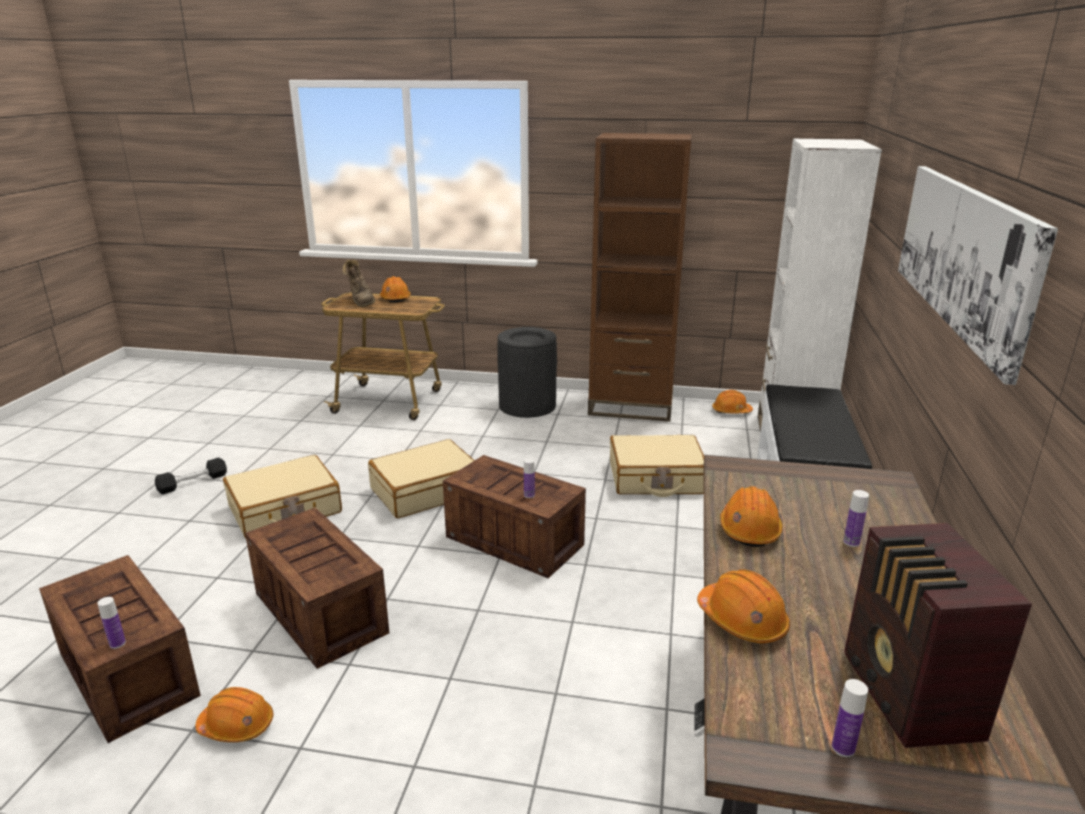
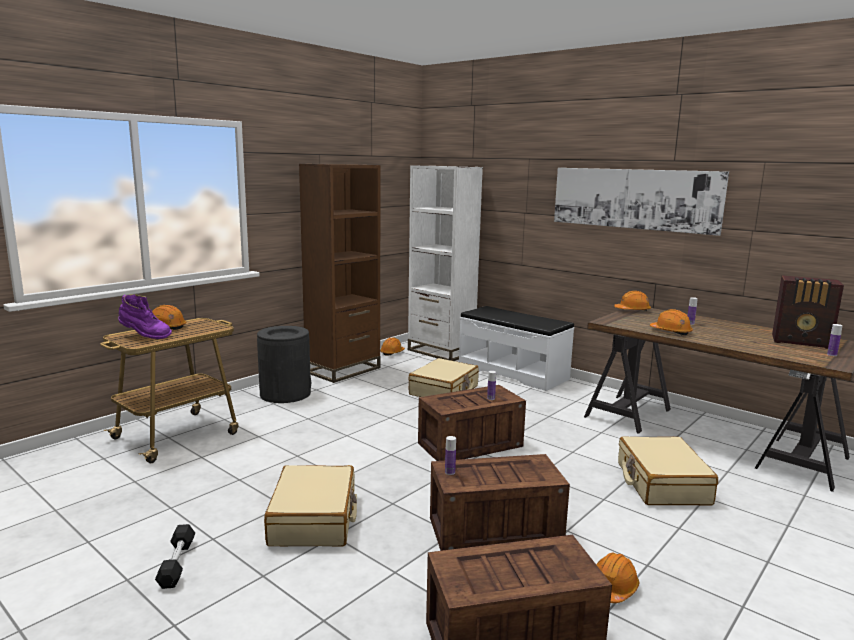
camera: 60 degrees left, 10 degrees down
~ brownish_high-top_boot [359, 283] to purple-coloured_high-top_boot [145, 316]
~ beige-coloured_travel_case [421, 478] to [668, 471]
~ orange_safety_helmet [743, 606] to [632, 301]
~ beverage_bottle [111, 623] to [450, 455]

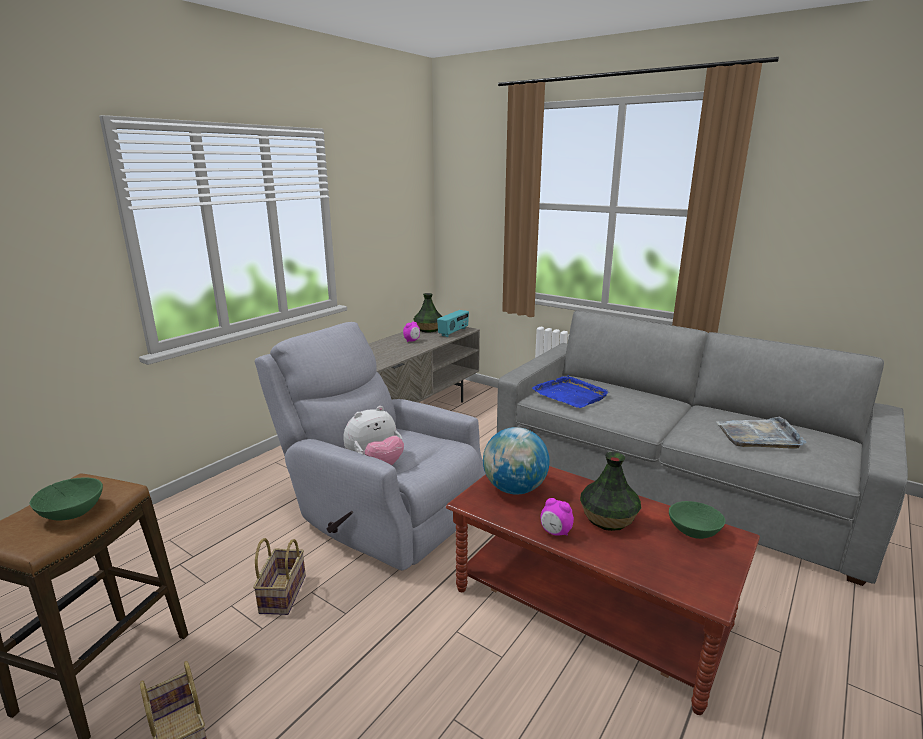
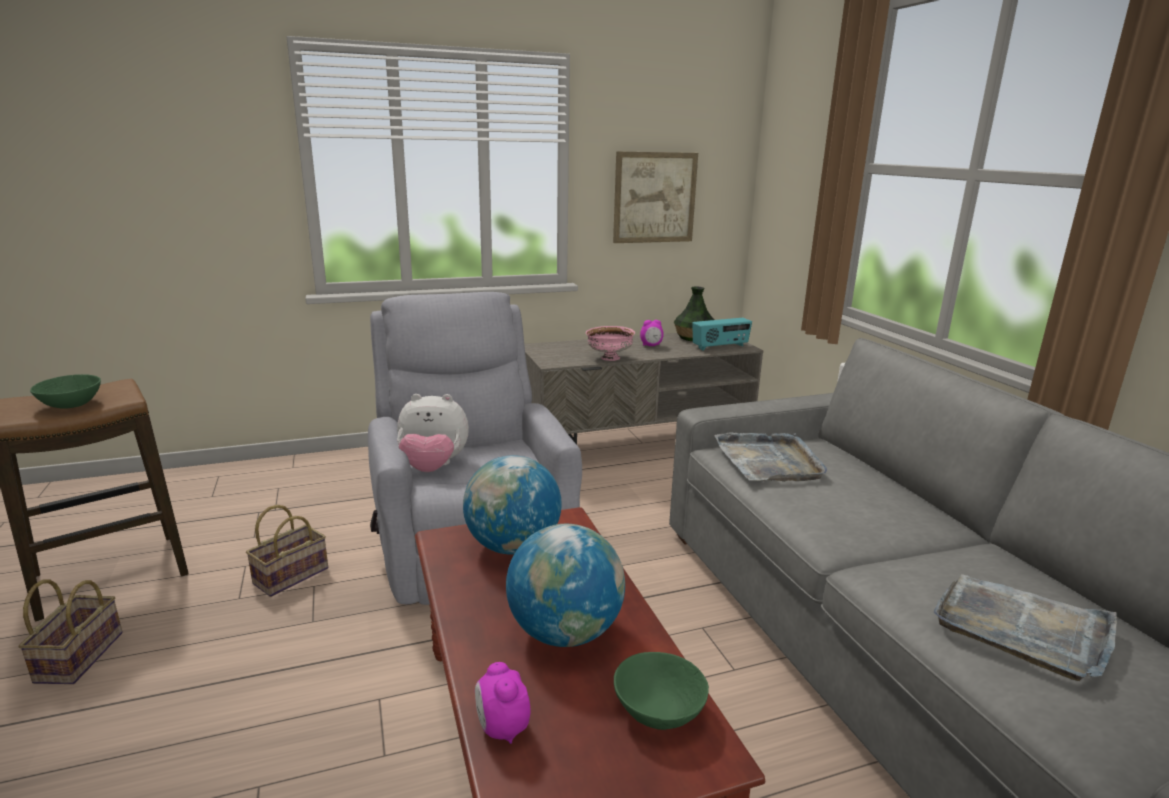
camera: 35 degrees right, 0 degrees up
~ blue-coloured_serving_tray [570, 391] to grey_serving_tray [771, 457]
~ decorative_vase [610, 491] to globe [565, 585]
~ table_clock [557, 517] to [502, 703]
+ wall_picture [655, 197]
+ pink_serving_bowl [610, 343]

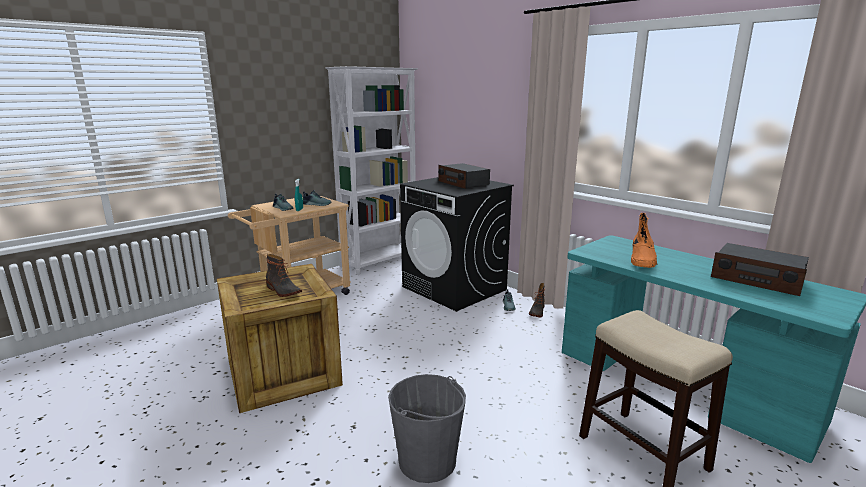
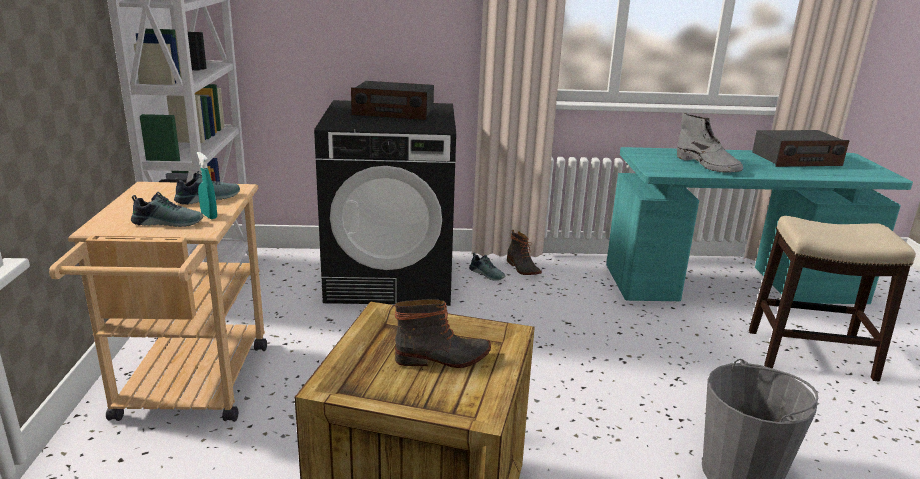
camera: 50 degrees left, 5 degrees up
~ orange_high-top_boot [644, 240] to grey_high-top_boot [710, 143]

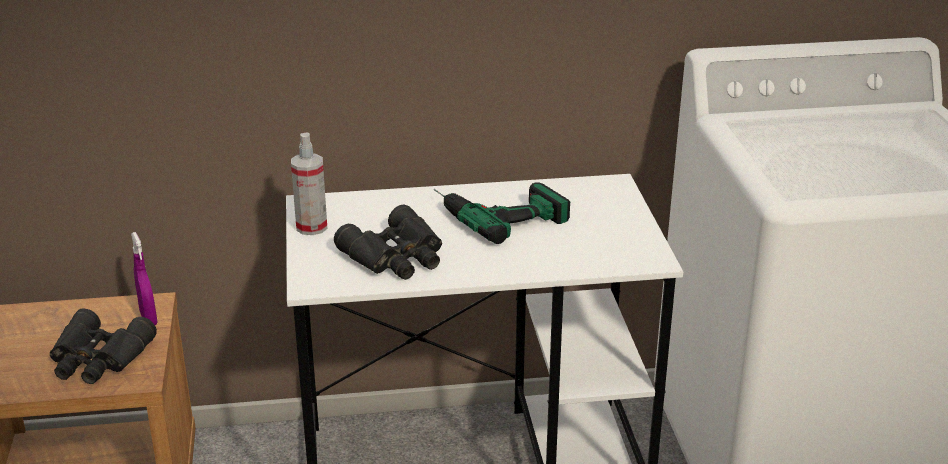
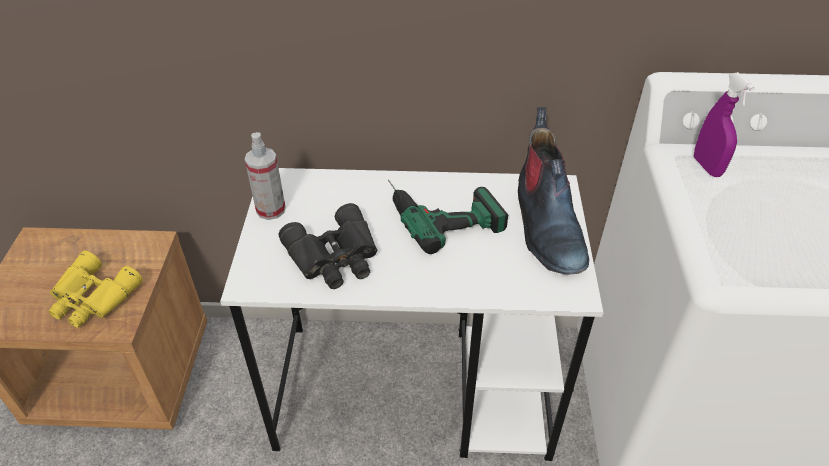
camera: 10 degrees right, 15 degrees up
~ purple-coloured_hand_sprayer [144, 278] to [724, 124]
~ blackish_field_glasses [103, 346] to yellowish_field_glasses [95, 289]
+ high-top_boot [553, 191]

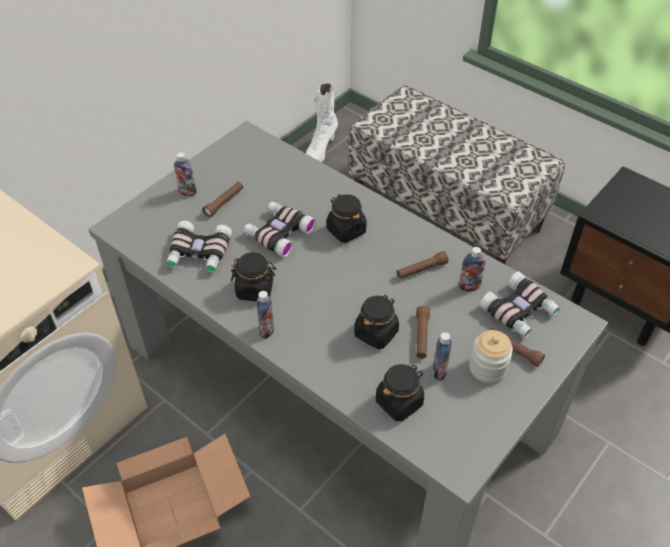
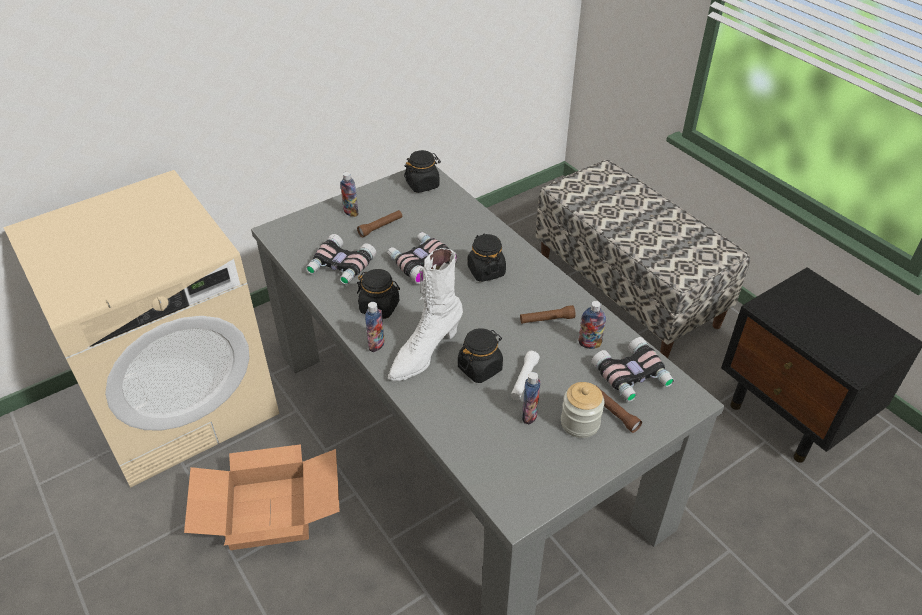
camera: 15 degrees right, 5 degrees down
~ whitish_high-top_boot [322, 122] to [425, 314]
~ brownish_flashlight [423, 332] to whitish_flashlight [525, 375]
~ blackish_preserve_jar [400, 392] to [422, 171]

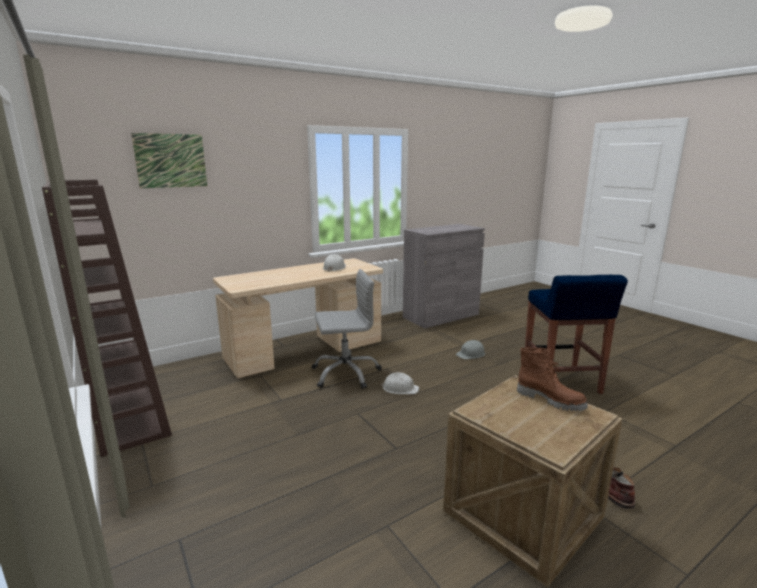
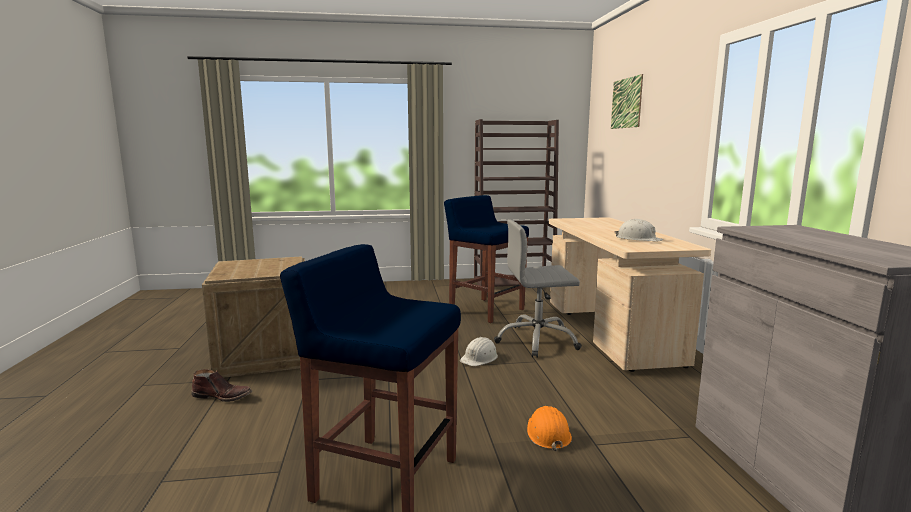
camera: 115 degrees right, 5 degrees down
~ grey_office_chair [347, 329] = [538, 288] 75 degrees clockwise
~ grey_safety_helmet [470, 349] to orange_safety_helmet [549, 429]
- brownish_high-top_boot [552, 379]
+ blue-coloured_stool [486, 259]

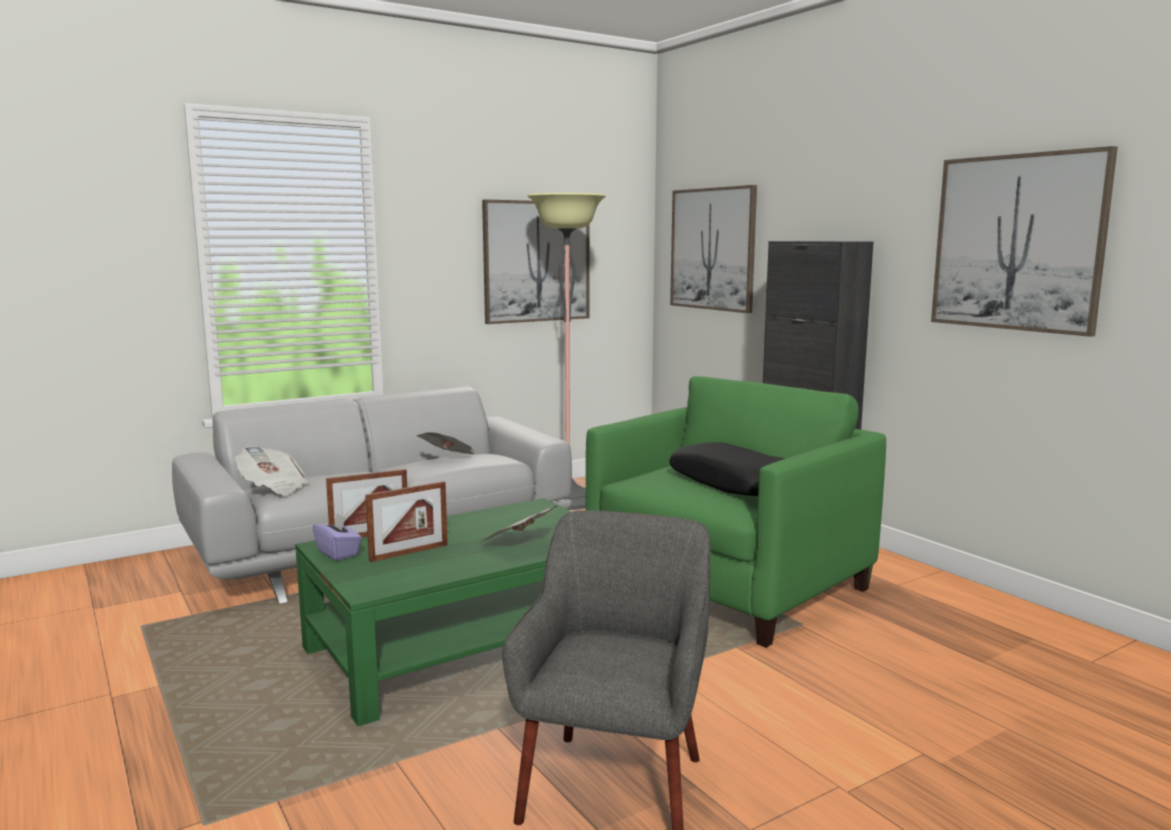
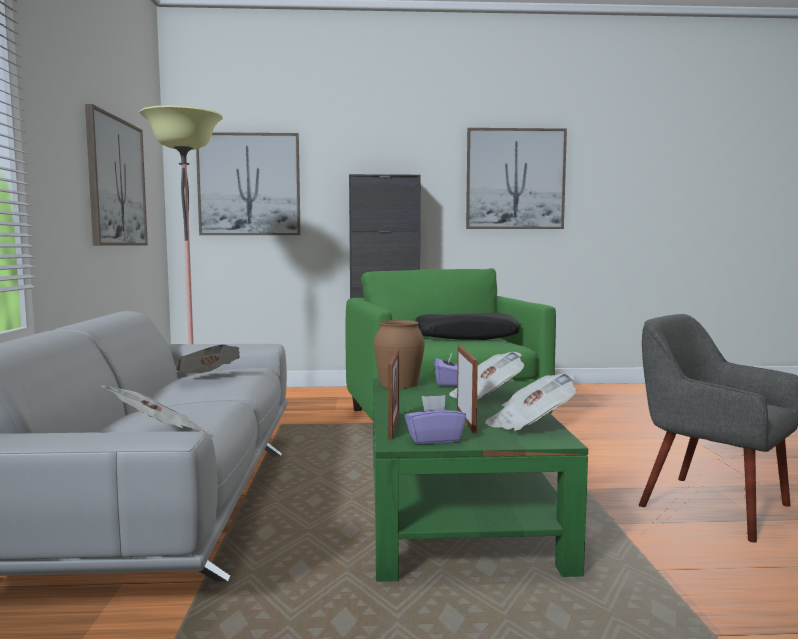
camera: 60 degrees left, 5 degrees down
+ brownish_decorative_vase [399, 354]
+ purple-coloured_tissue_box [445, 369]
+ newspaper [531, 402]

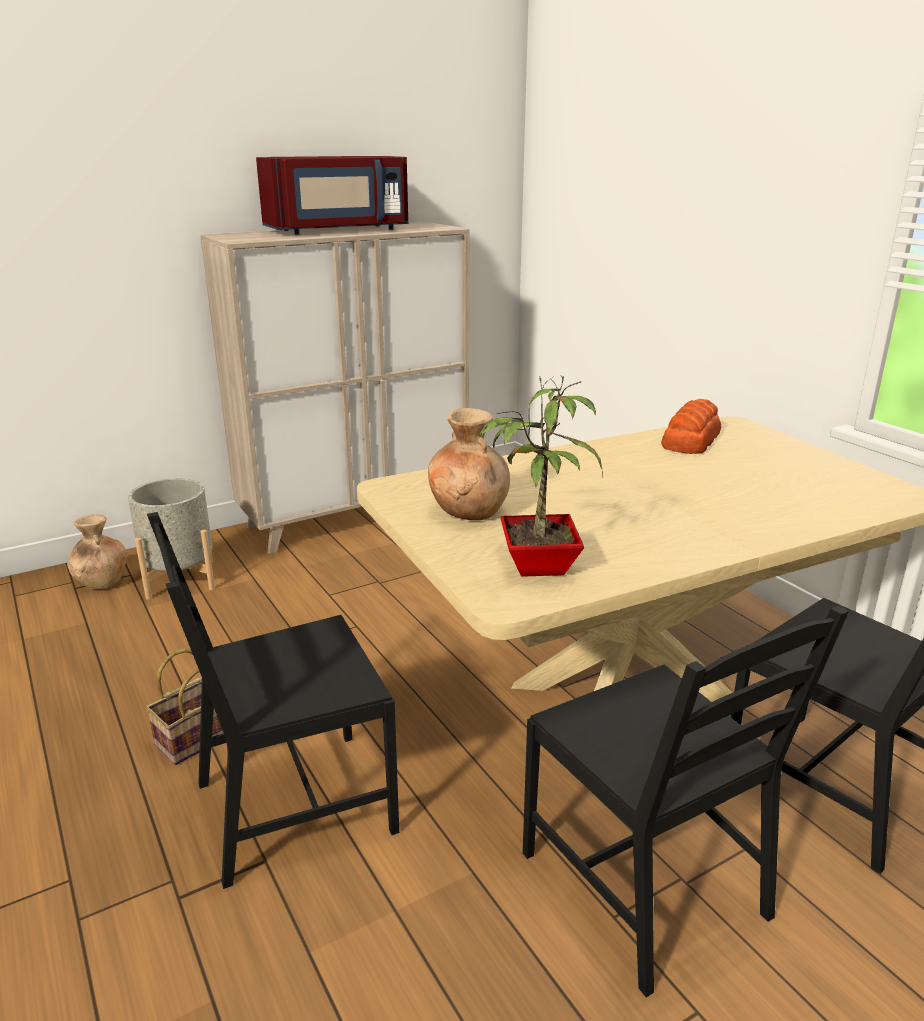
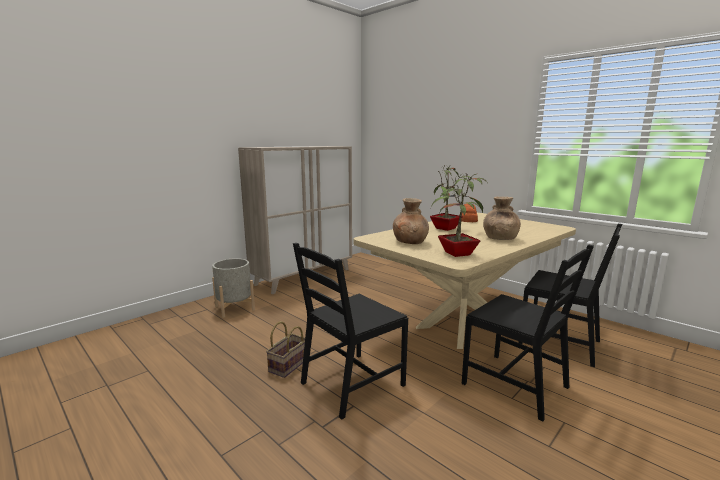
camera: 15 degrees left, 10 degrees down
- reddish_kitchen_microwave [332, 195]
~ brownish_decorative_vase [97, 552] to [502, 218]
+ houseplant [450, 198]

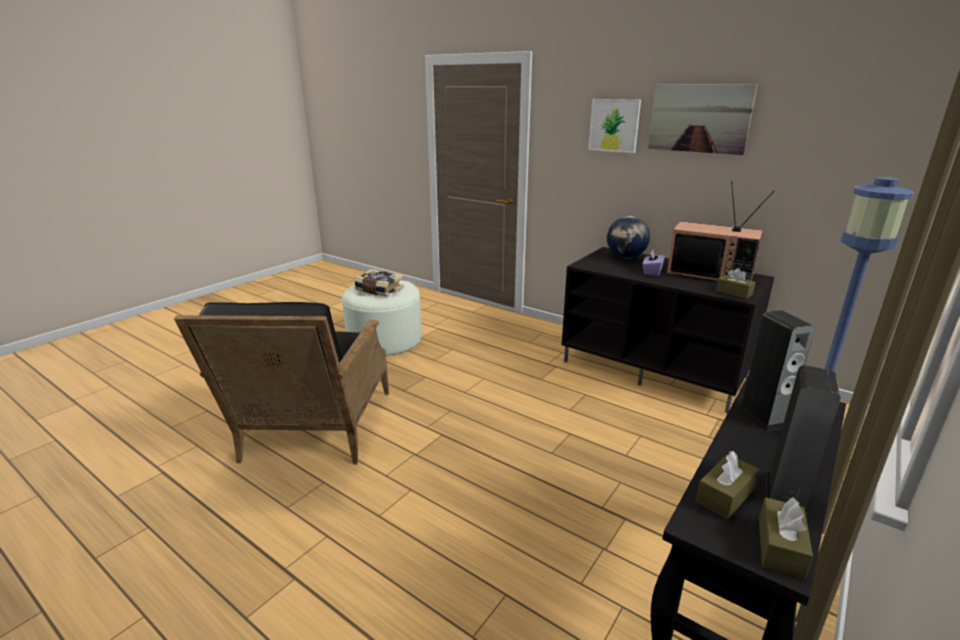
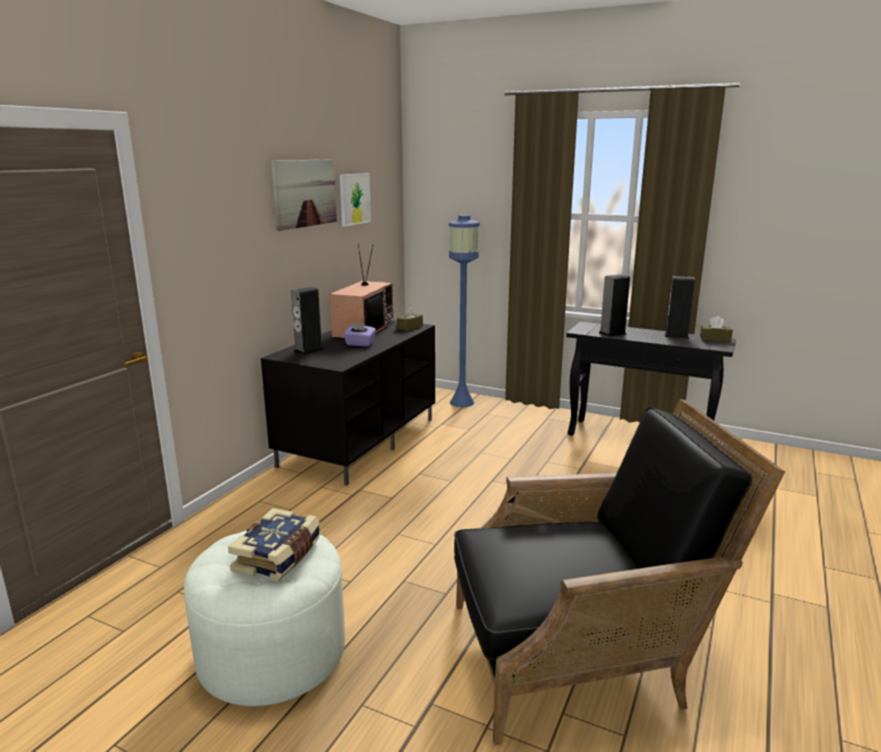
camera: 100 degrees left, 5 degrees down
~ wall_picture [614, 126] to [355, 200]
~ globe [628, 237] to loudspeaker [307, 321]
- brownish_tissue_box [727, 485]

